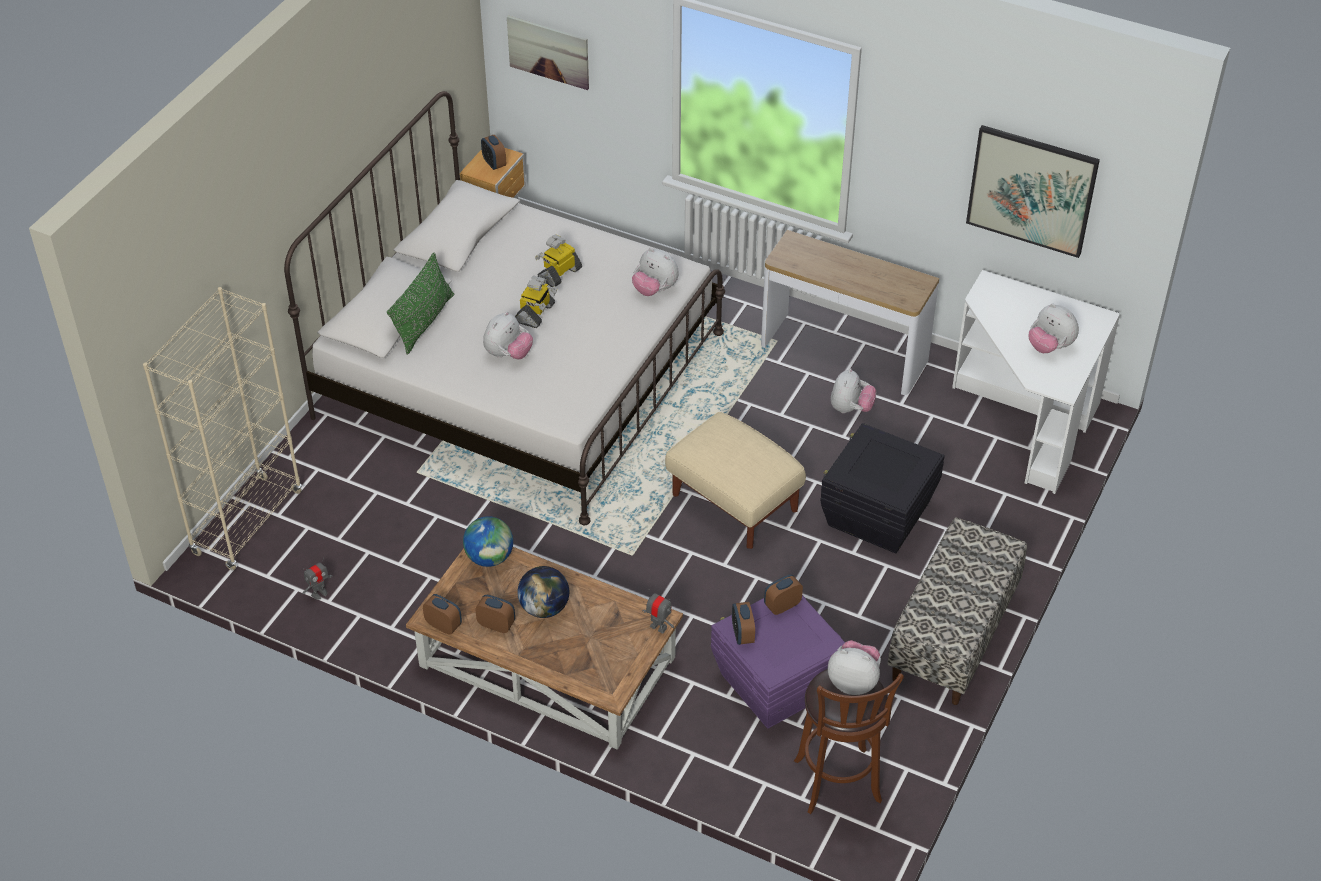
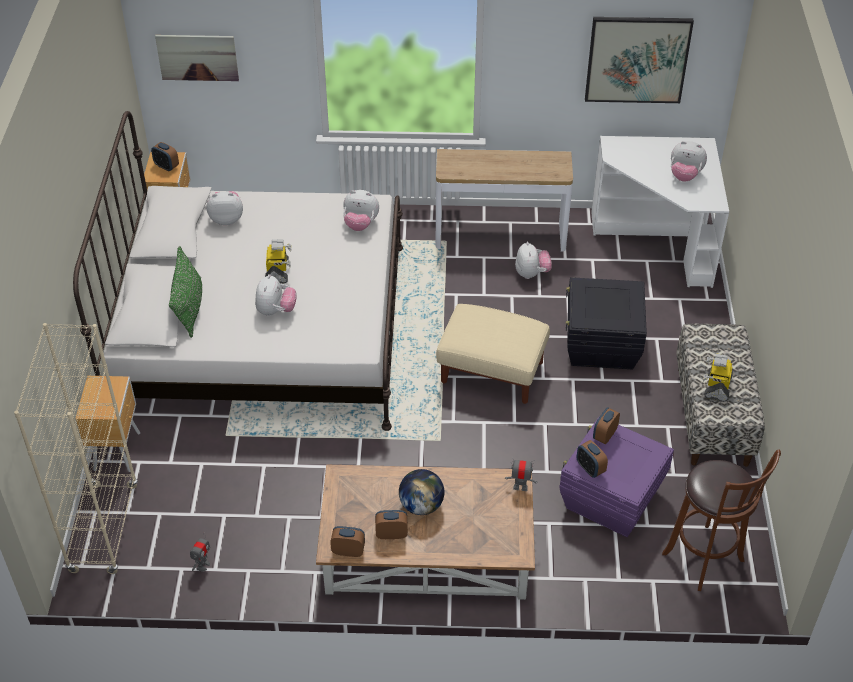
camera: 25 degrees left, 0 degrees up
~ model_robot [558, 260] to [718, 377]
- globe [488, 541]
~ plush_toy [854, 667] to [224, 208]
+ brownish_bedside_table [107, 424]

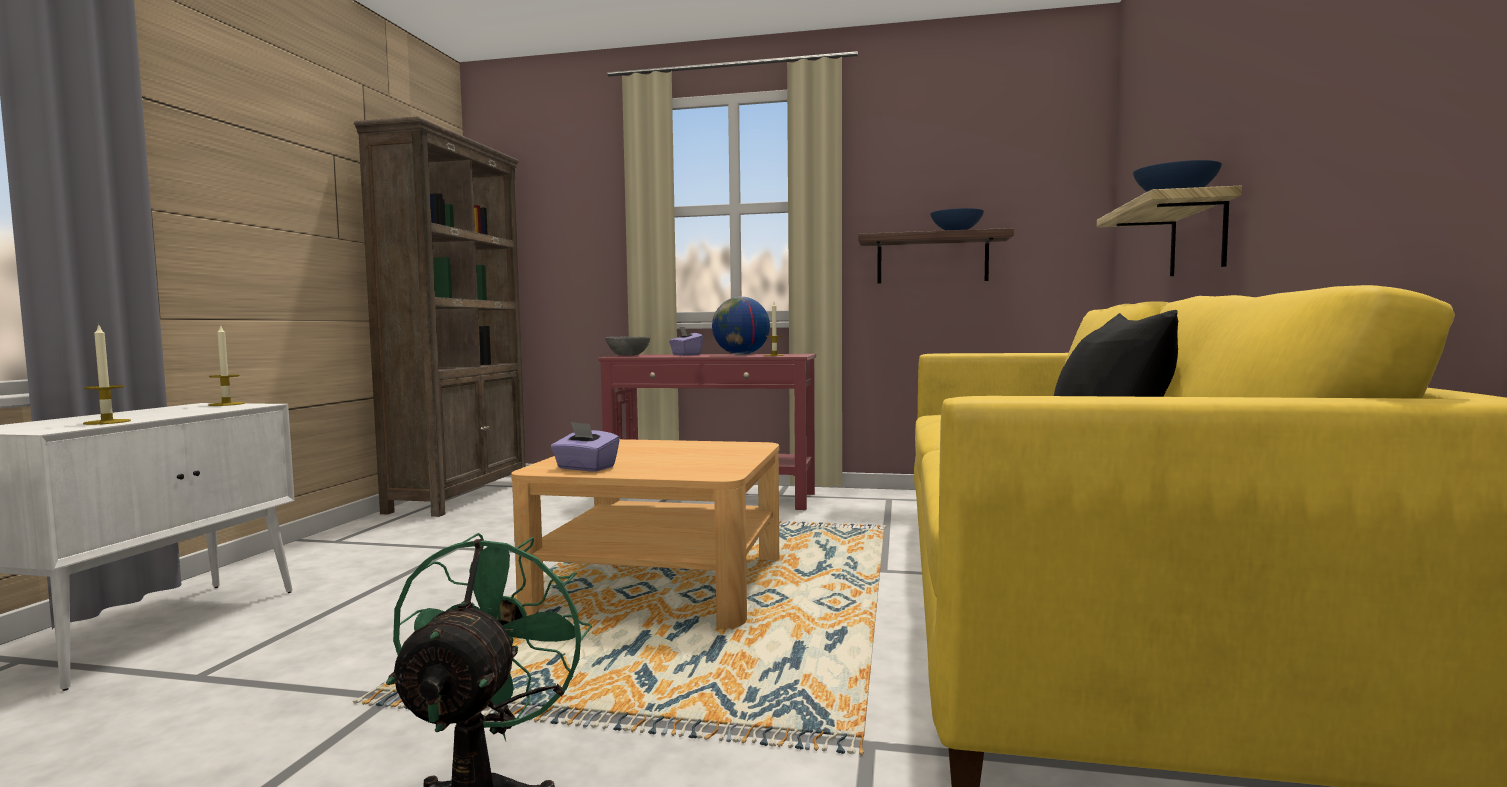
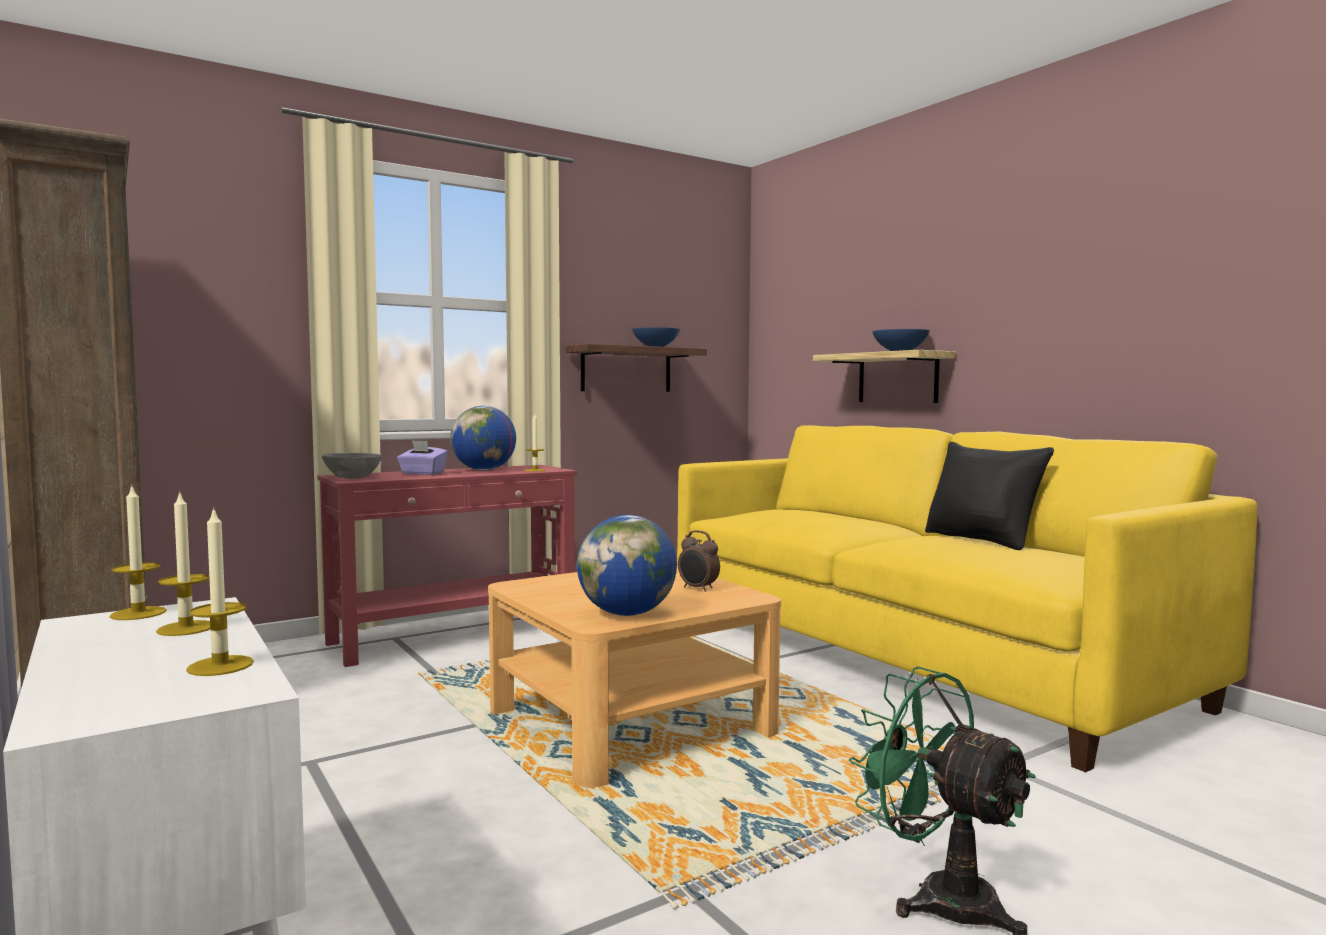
camera: 45 degrees left, 0 degrees up
~ purple-coloured_tissue_box [585, 447] to globe [627, 565]
+ candle [183, 563]
+ table_clock [699, 561]

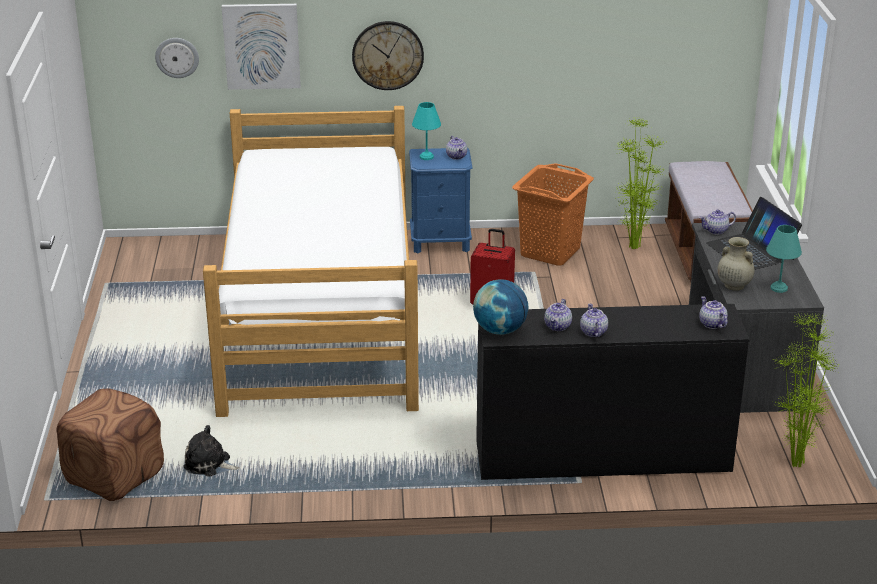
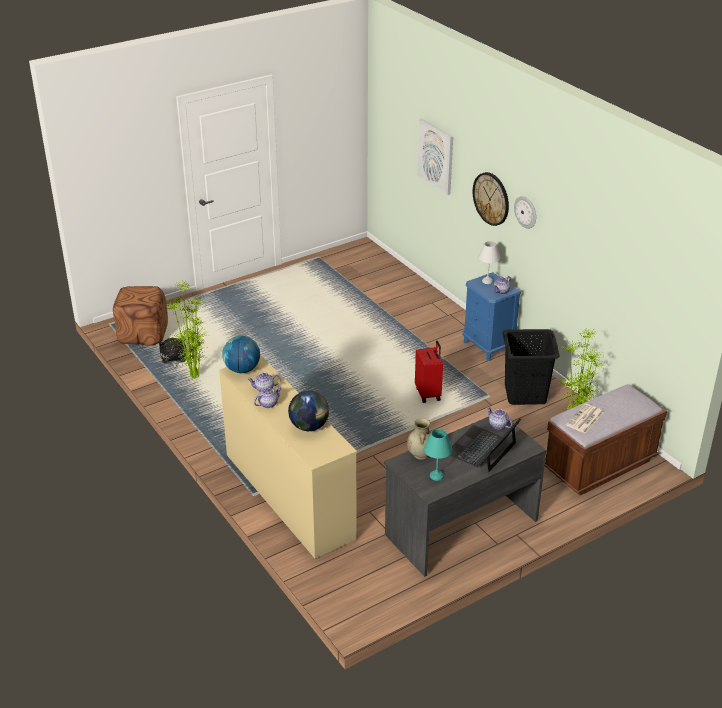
camera: 60 degrees right, 5 degrees up
~ clock_on_the_wall [177, 58] to [525, 212]
~ turquoise-coloured_tabletop_lamp [426, 131] to whitish_tabletop_lamp [489, 262]
- sleeping_bed [311, 261]
~ orange_hamper [553, 214] to blackish_hamper [531, 367]
- tea_pot [713, 312]
~ blackish_dresser [613, 392] to beige-coloured_dresser [288, 457]
~ houseplant [806, 391] to [188, 330]
+ globe [308, 411]
+ newspaper [585, 418]

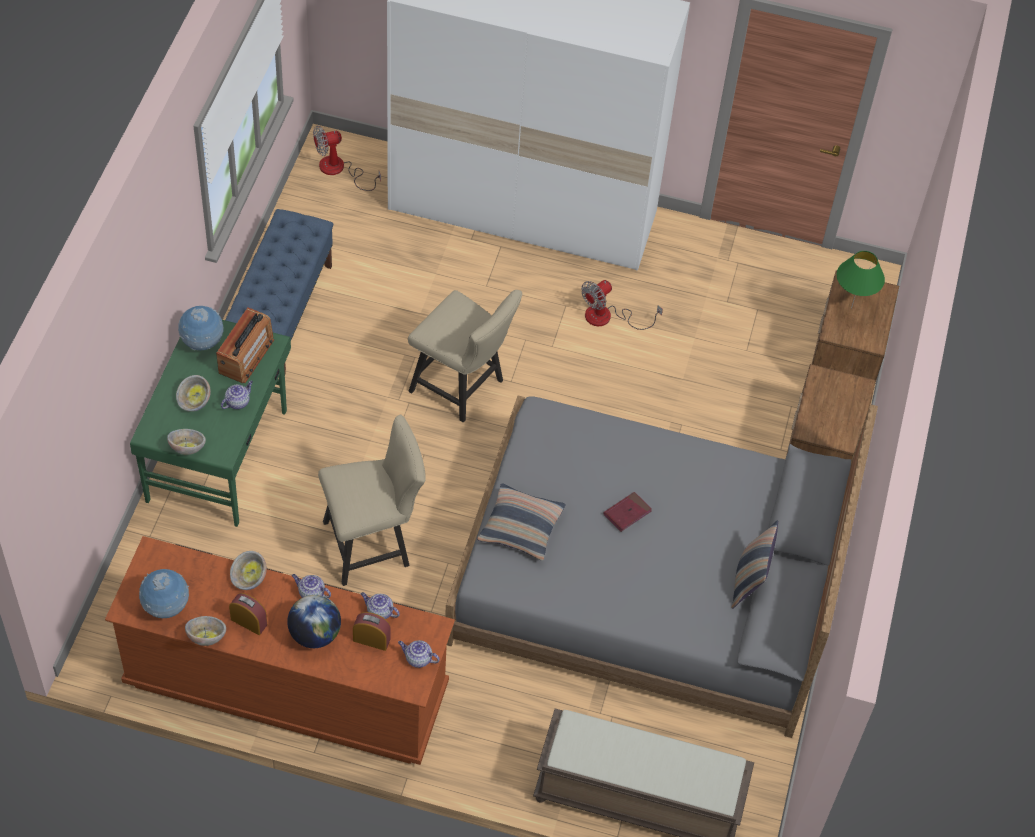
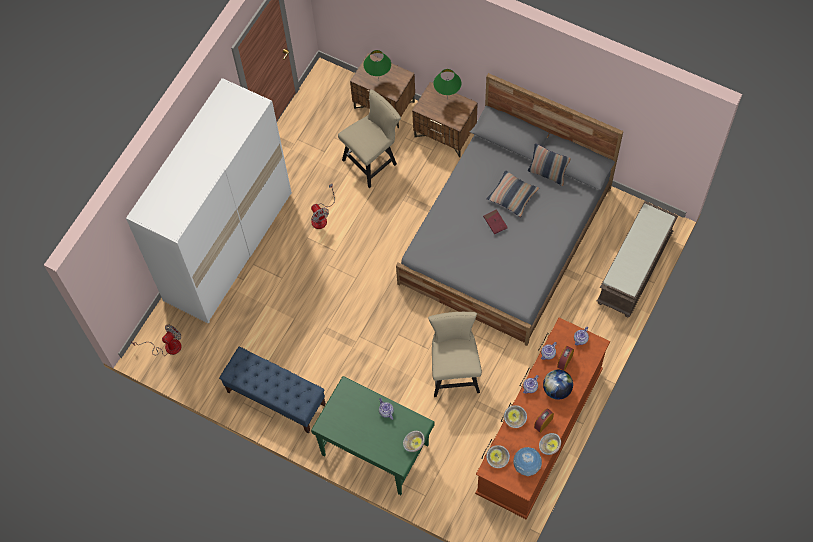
camera: 70 degrees left, 10 degrees up
~ fan [347, 158] = [157, 340] 135 degrees counterclockwise
~ beige-coloured_upright_chair [465, 356] to [369, 138]
- globe [200, 328]
- radio_set [245, 345]
~ serving_bowl [193, 393] to [498, 456]
~ cushion [521, 521] to [512, 194]
+ green-coloured_tabletop_lamp [447, 84]

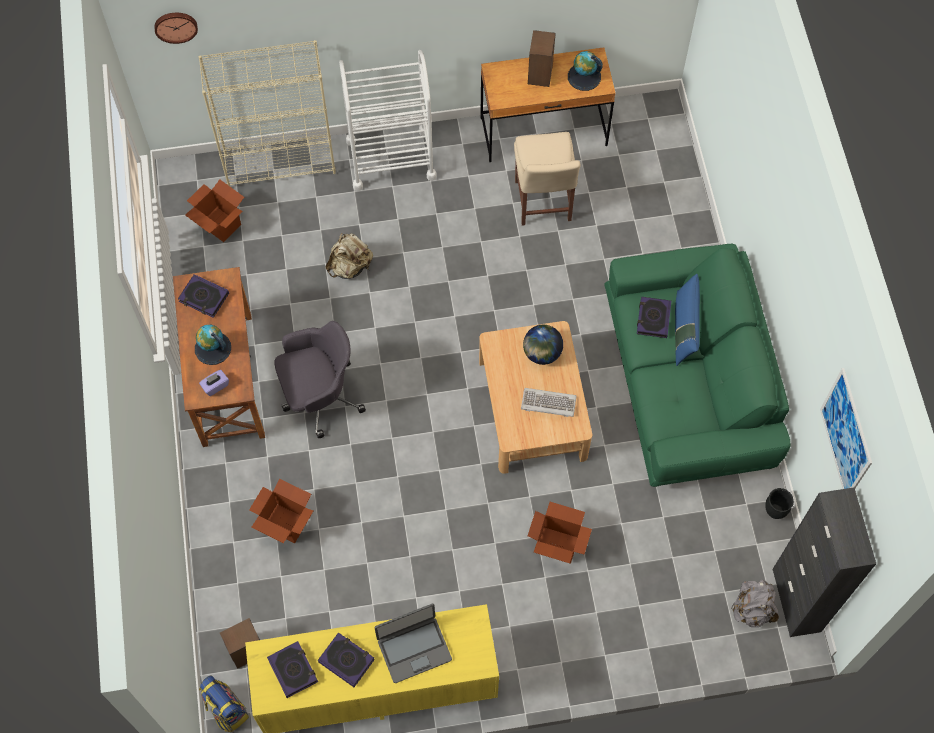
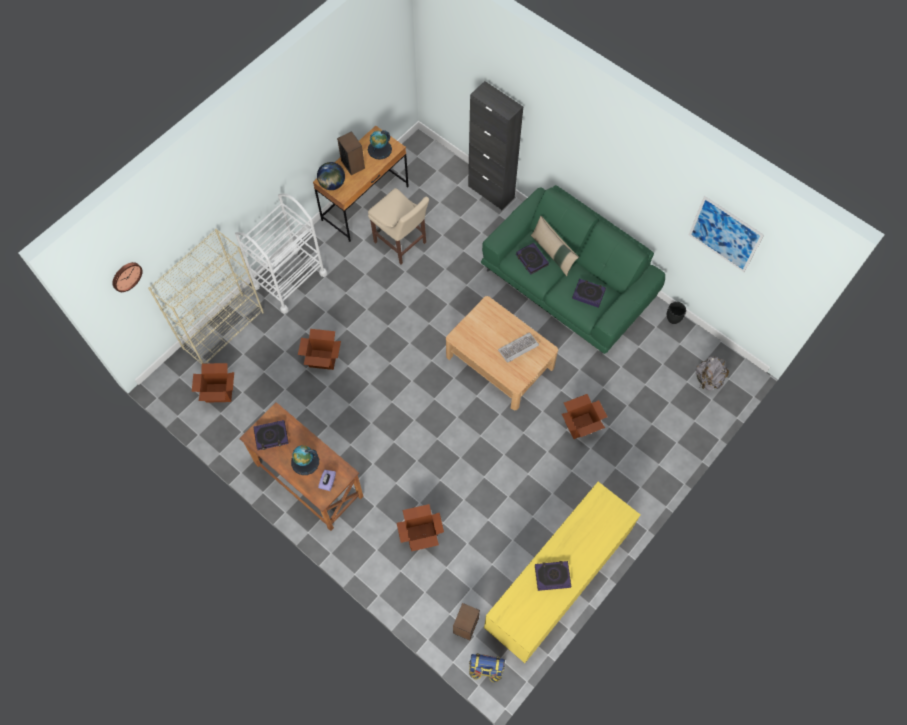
camera: 40 degrees left, 0 degrees up
~ beige-coloured_rucksack [349, 256] to packing_box [319, 349]
~ blue-coloured_cushion [687, 320] to beige-coloured_cushion [555, 246]
- grey_office_chair [320, 379]
~ globe [543, 345] to [331, 176]
~ blackish_cabinet [824, 562] to [495, 145]
- laptop [413, 643]
~ bound_book [292, 669] to [589, 293]

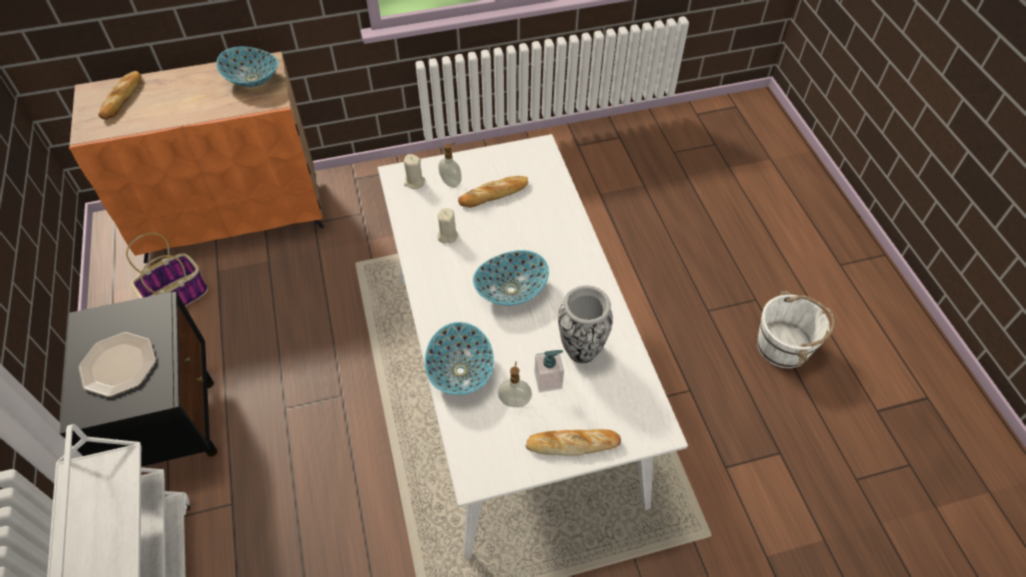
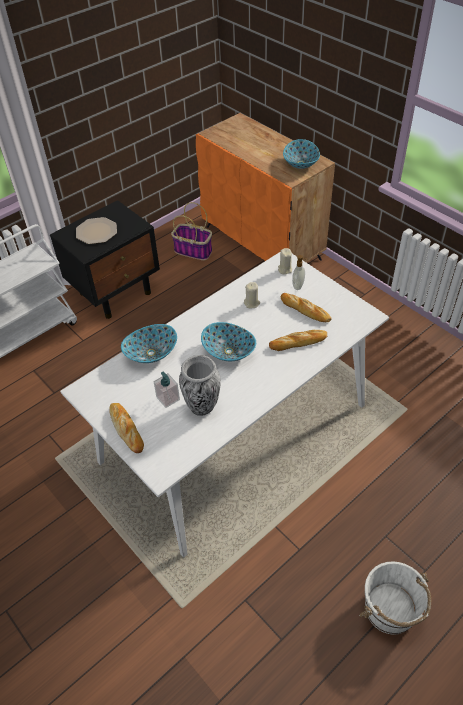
camera: 65 degrees right, 5 degrees down
~ bakery_bread [119, 95] to [298, 340]
- liquid_soap_bottle [515, 384]

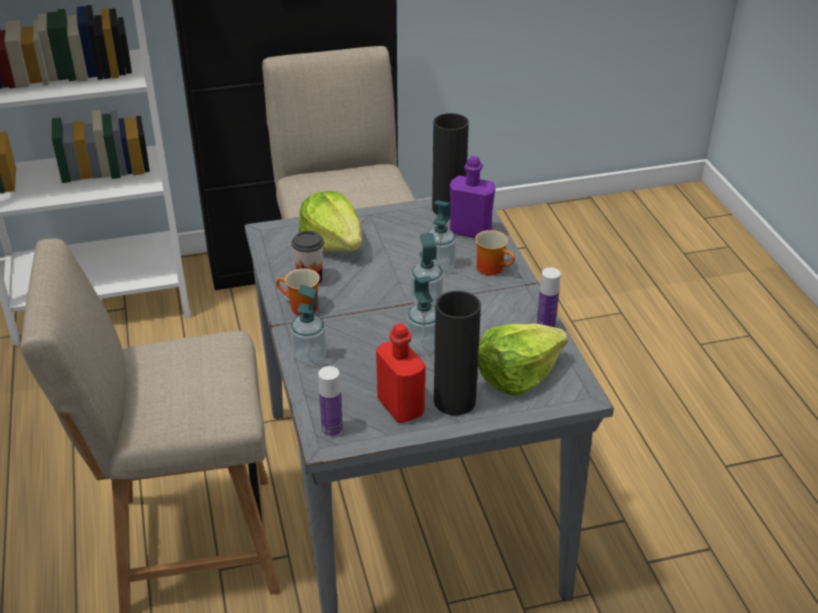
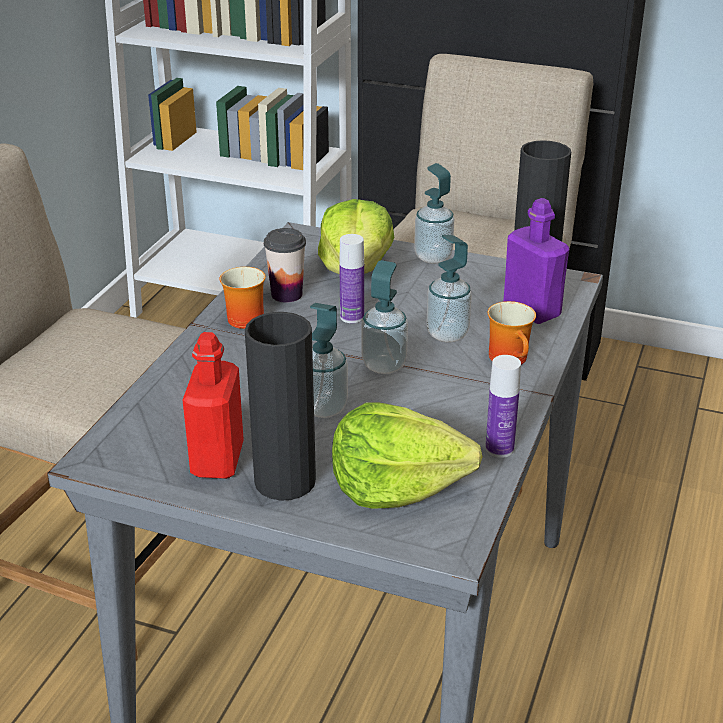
camera: 35 degrees right, 5 degrees down
~ liquid_soap_bottle [308, 325] to [434, 213]
~ beverage_bottle [330, 401] to [351, 278]

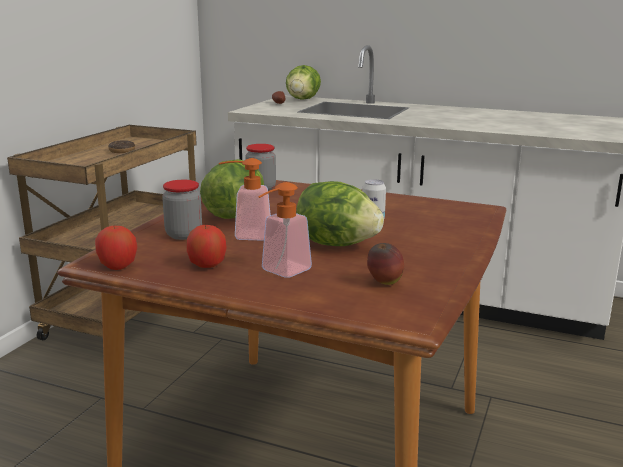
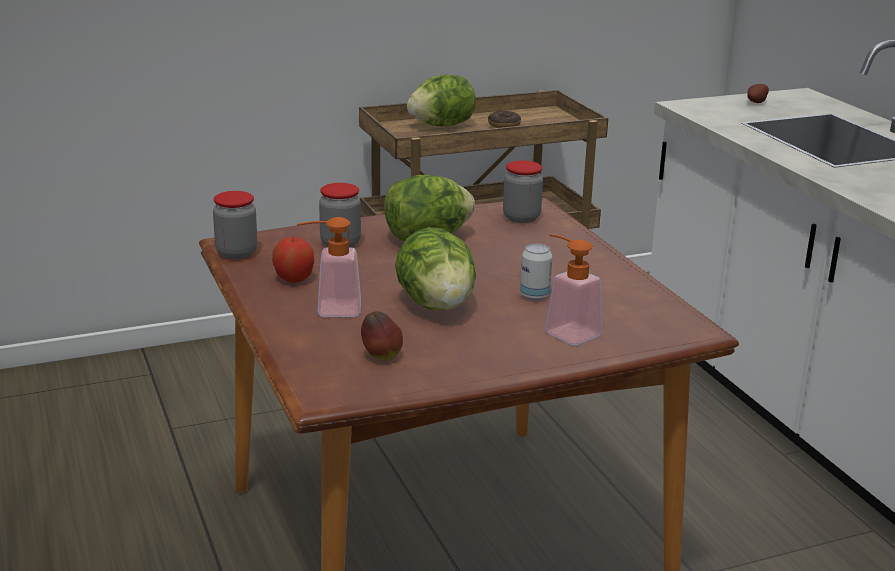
camera: 45 degrees right, 5 degrees up
~ lettuce_head [303, 82] to [441, 100]
~ liquid_soap_bottle [245, 199] to [573, 289]
~ apple [116, 248] to preserve_jar [235, 225]

